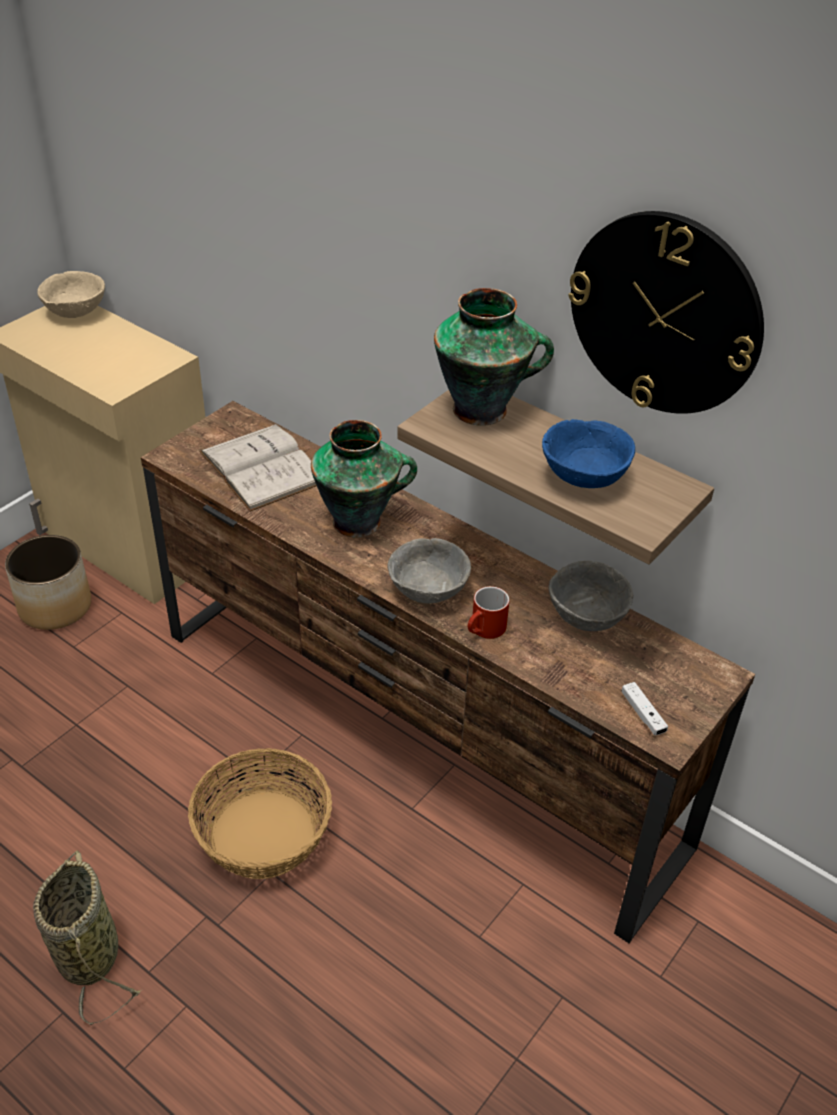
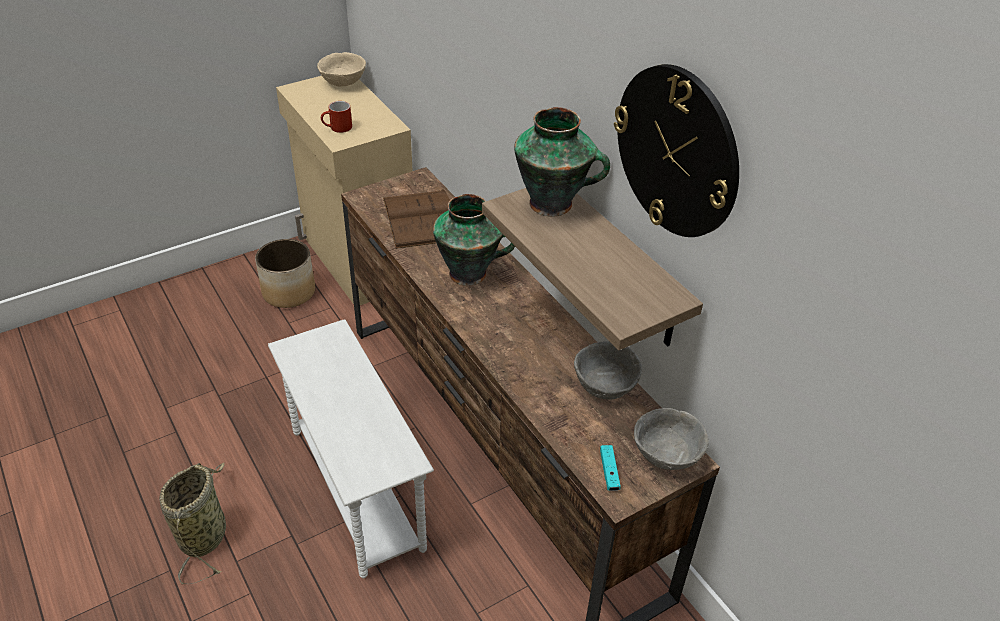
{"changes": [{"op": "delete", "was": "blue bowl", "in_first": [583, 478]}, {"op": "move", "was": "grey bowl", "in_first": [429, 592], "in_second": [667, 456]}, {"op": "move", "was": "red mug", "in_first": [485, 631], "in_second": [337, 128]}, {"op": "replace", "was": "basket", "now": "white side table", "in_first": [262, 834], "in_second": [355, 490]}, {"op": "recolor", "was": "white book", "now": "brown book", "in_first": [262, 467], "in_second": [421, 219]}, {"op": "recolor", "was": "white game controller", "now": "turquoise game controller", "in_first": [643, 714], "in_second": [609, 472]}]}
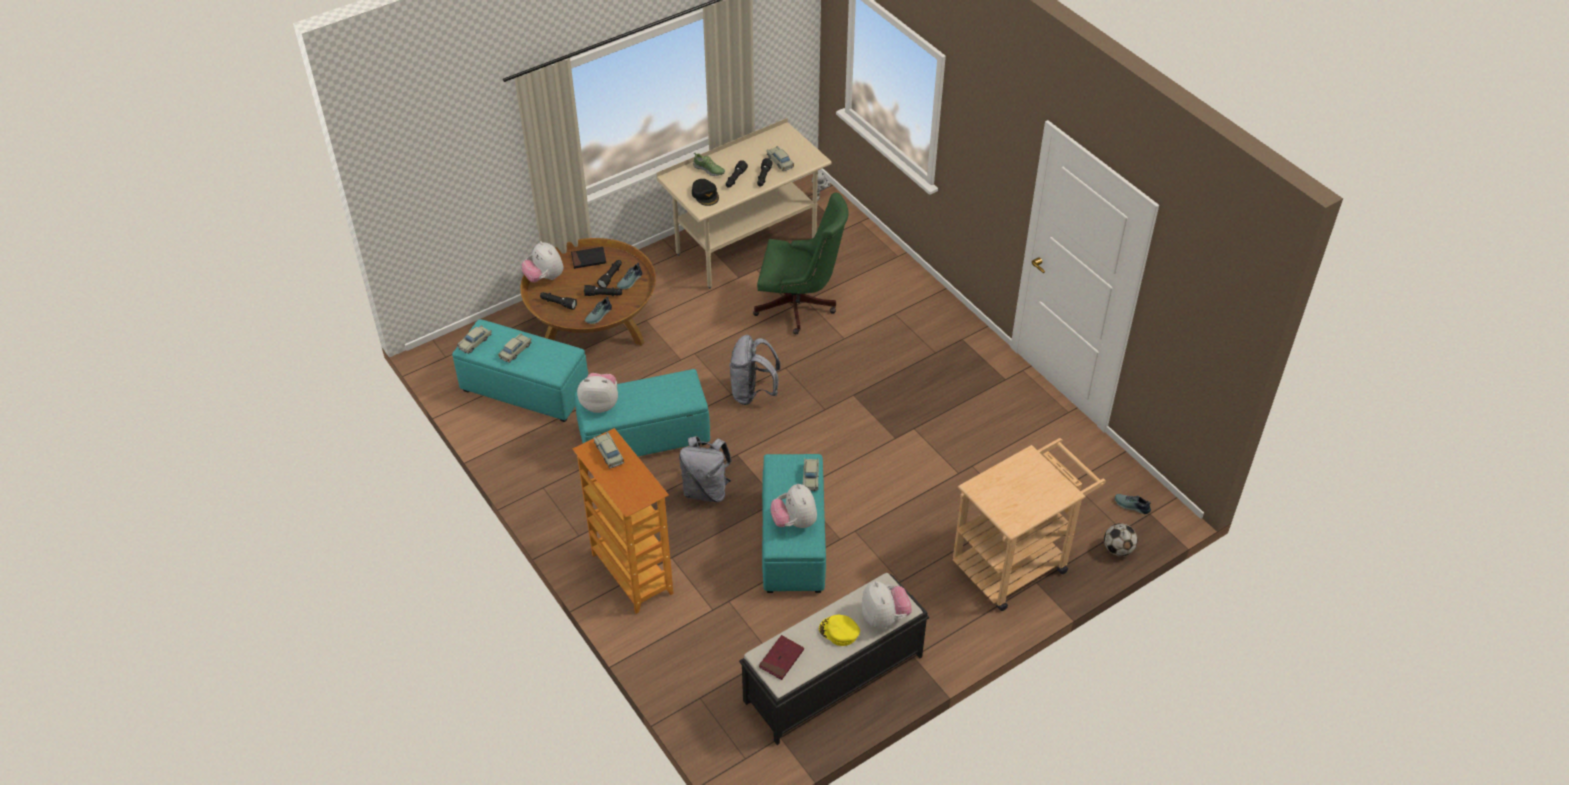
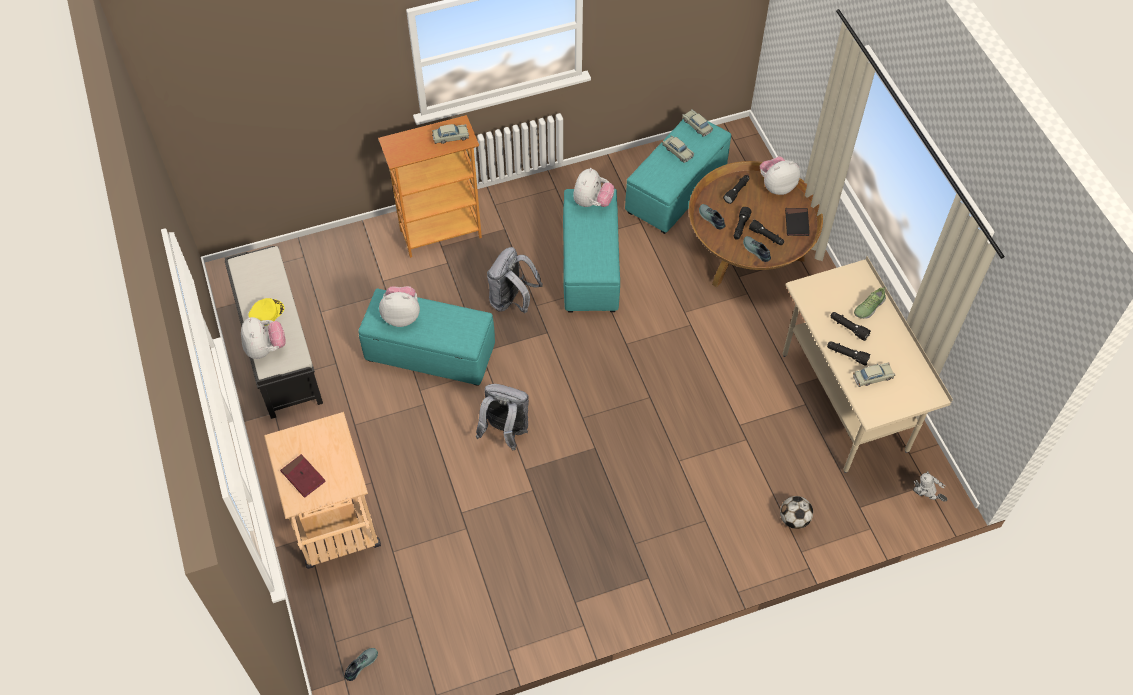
{"changes": [{"op": "delete", "was": "black cap", "in_first": [705, 195]}, {"op": "delete", "was": "green office chair", "in_first": [800, 307]}, {"op": "delete", "was": "beige toy car", "in_first": [810, 477]}, {"op": "move", "was": "grey backpack", "in_first": [753, 393], "in_second": [505, 431]}, {"op": "move", "was": "red book", "in_first": [781, 659], "in_second": [303, 477]}, {"op": "move", "was": "football", "in_first": [1118, 549], "in_second": [794, 519]}, {"op": "rotate", "was": "plush toy", "in_first": [884, 617], "in_second": [265, 348], "clockwise": -105}]}
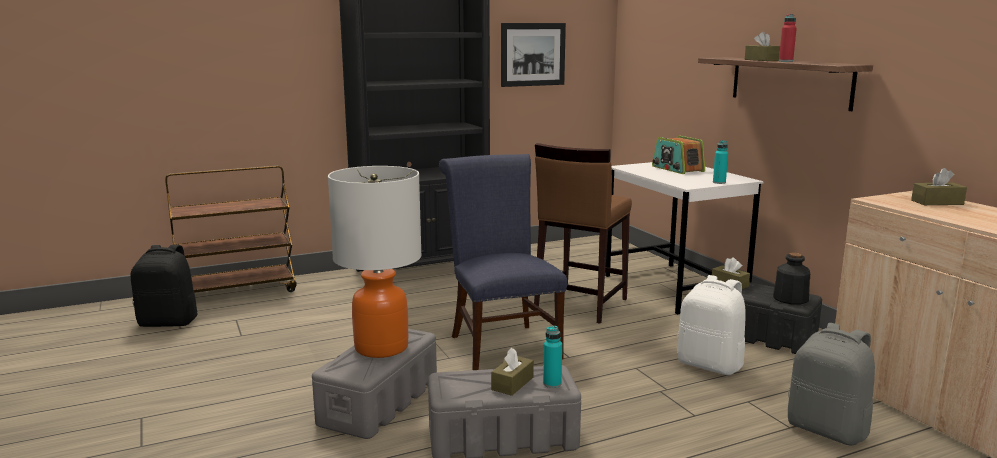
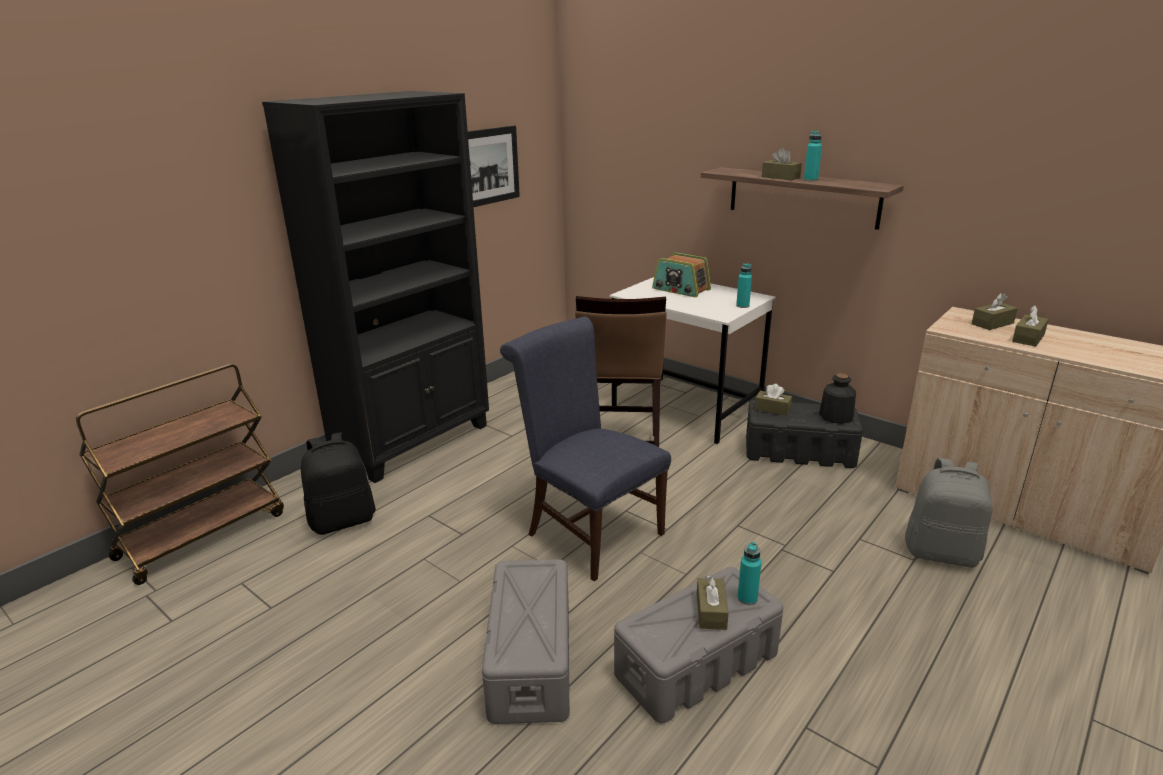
{"changes": [{"op": "delete", "was": "table lamp", "in_first": [381, 347]}, {"op": "delete", "was": "white backpack", "in_first": [710, 365]}, {"op": "insert", "now": "brown tissue box", "in_second": [1028, 338]}, {"op": "move", "was": "black backpack", "in_first": [169, 322], "in_second": [343, 520]}, {"op": "recolor", "was": "red bottle", "now": "turquoise bottle", "in_first": [785, 61], "in_second": [810, 180]}]}
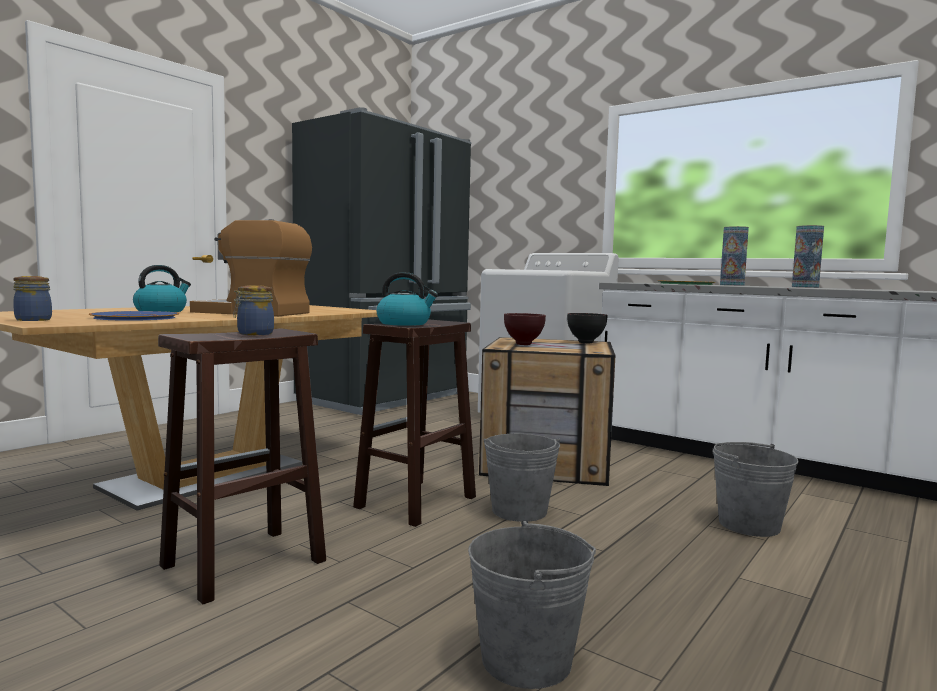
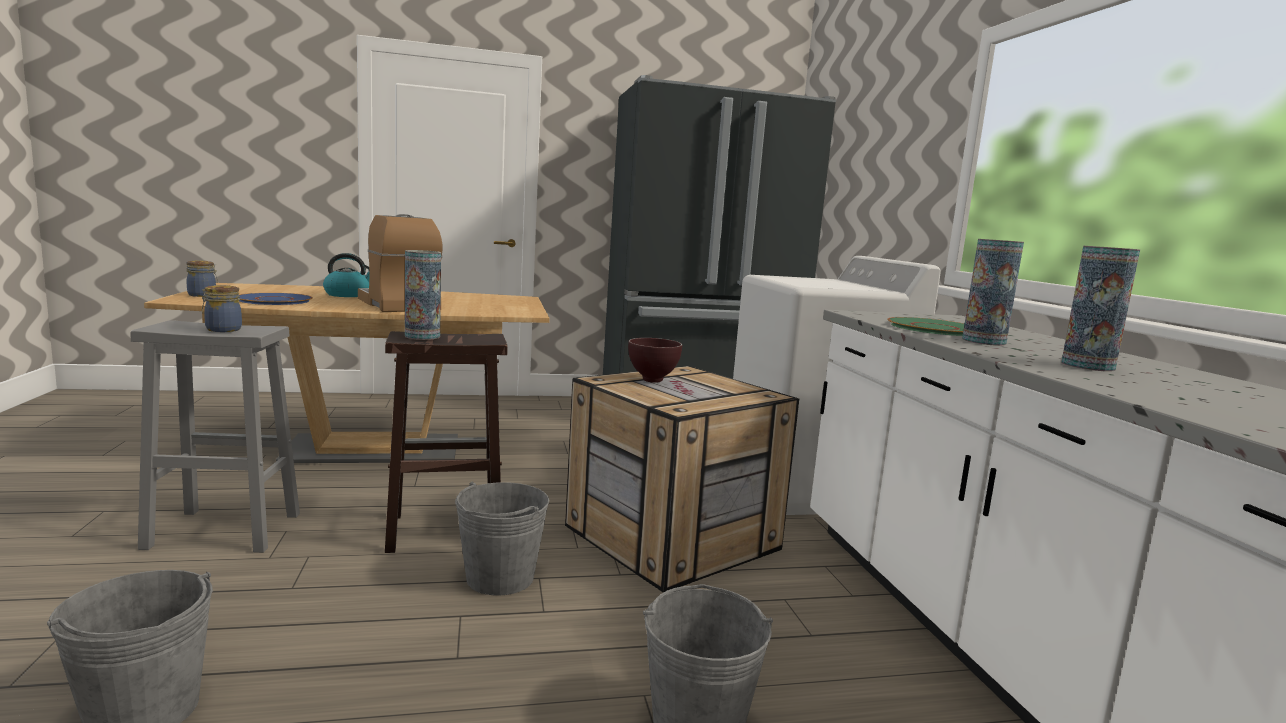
{"changes": [{"op": "delete", "was": "black bowl", "in_first": [585, 342]}, {"op": "replace", "was": "kettle", "now": "vase", "in_first": [404, 323], "in_second": [422, 336]}, {"op": "recolor", "was": "brown stool", "now": "grey stool", "in_first": [242, 564], "in_second": [221, 531]}]}
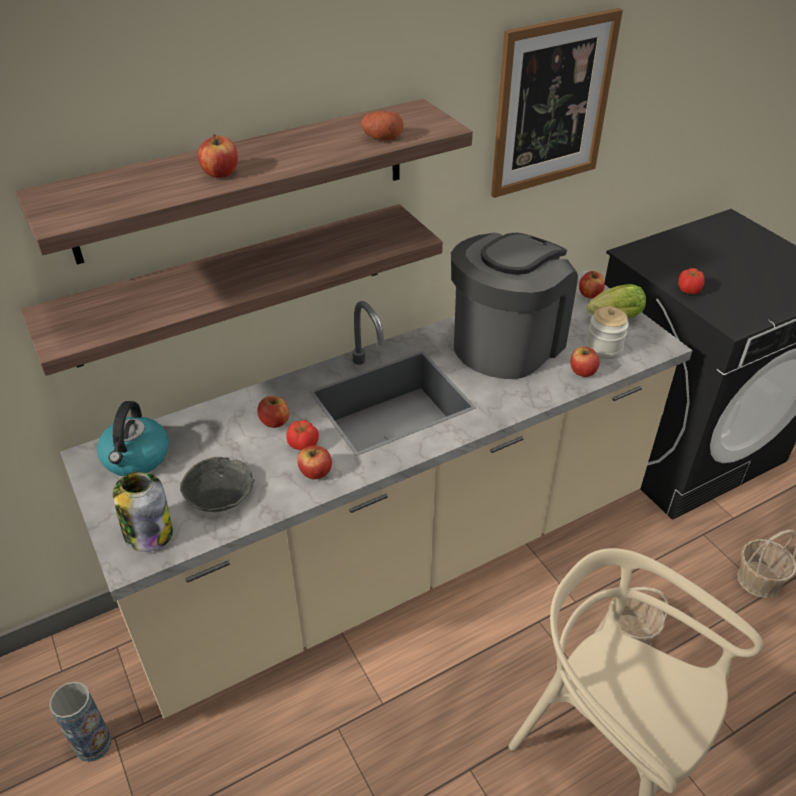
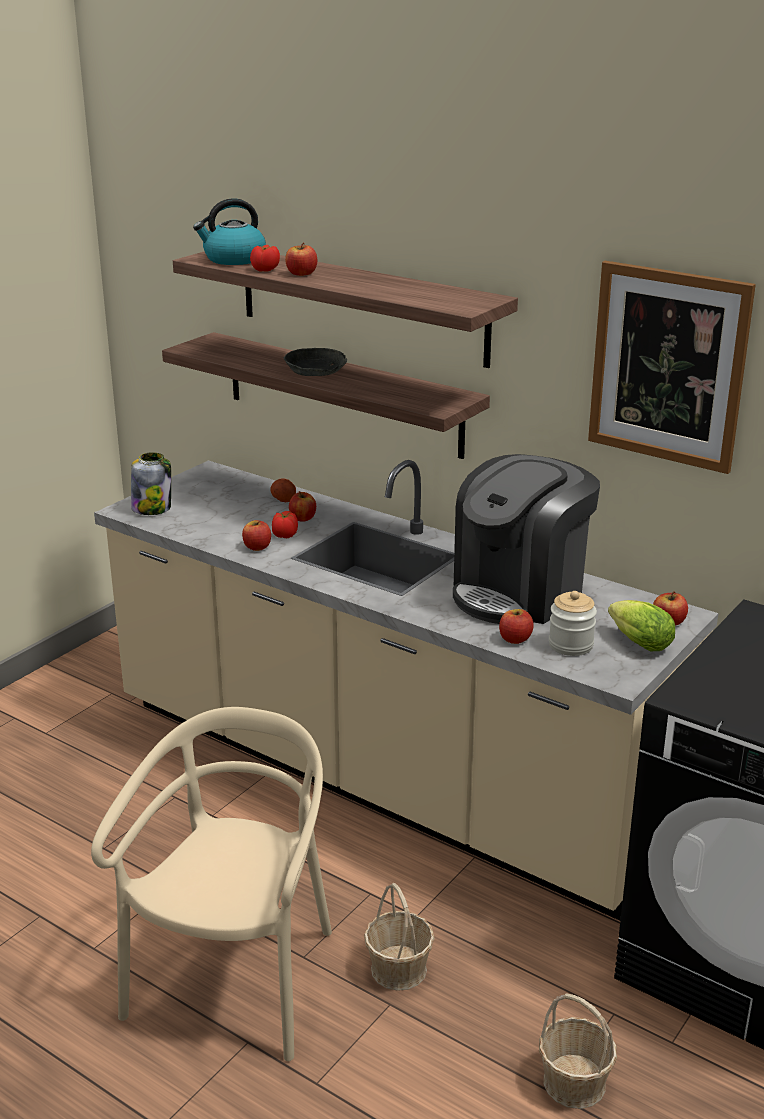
{"changes": [{"op": "delete", "was": "vase", "in_first": [93, 744]}, {"op": "move", "was": "kettle", "in_first": [136, 458], "in_second": [233, 259]}, {"op": "move", "was": "grey bowl", "in_first": [219, 492], "in_second": [316, 370]}, {"op": "move", "was": "potato", "in_first": [381, 138], "in_second": [283, 498]}, {"op": "move", "was": "tomato", "in_first": [688, 290], "in_second": [265, 270]}, {"op": "rotate", "was": "coffee machine", "in_first": [507, 343], "in_second": [520, 592], "clockwise": 120}]}
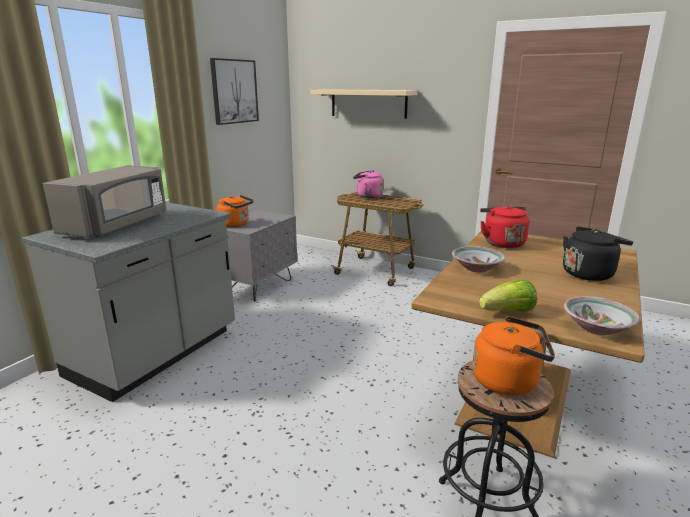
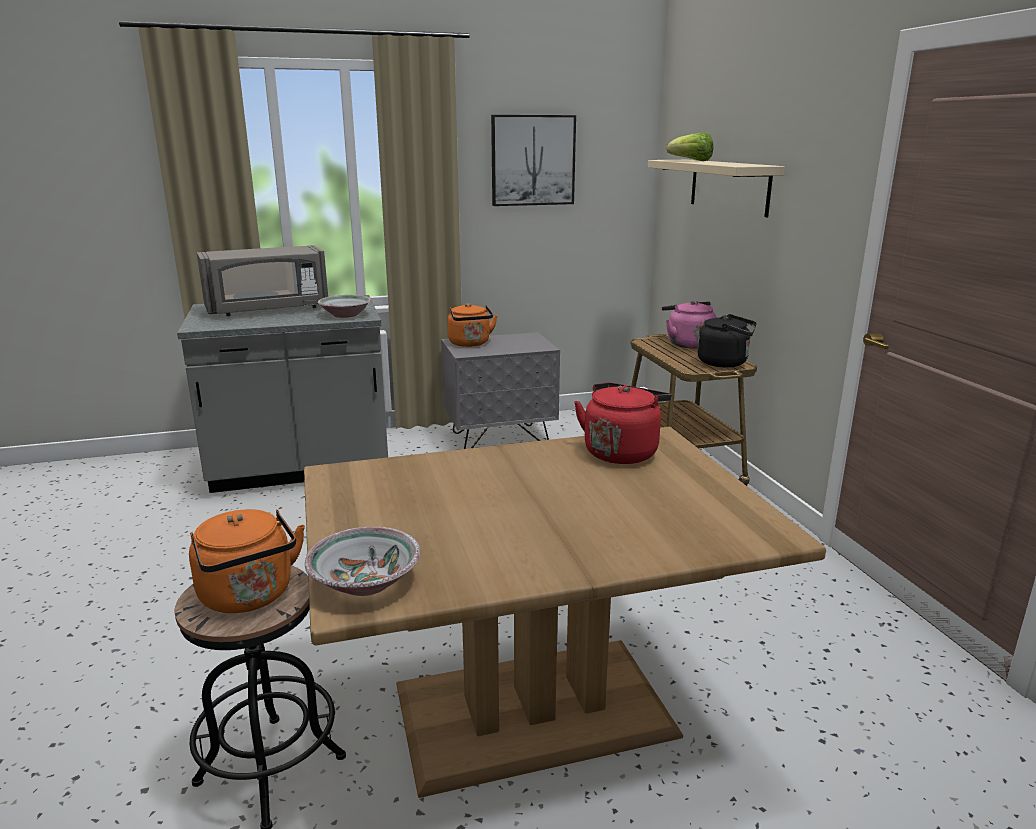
{"changes": [{"op": "move", "was": "bowl", "in_first": [476, 268], "in_second": [345, 315]}, {"op": "move", "was": "lettuce", "in_first": [508, 312], "in_second": [691, 161]}, {"op": "move", "was": "black kettle", "in_first": [589, 273], "in_second": [725, 363]}]}
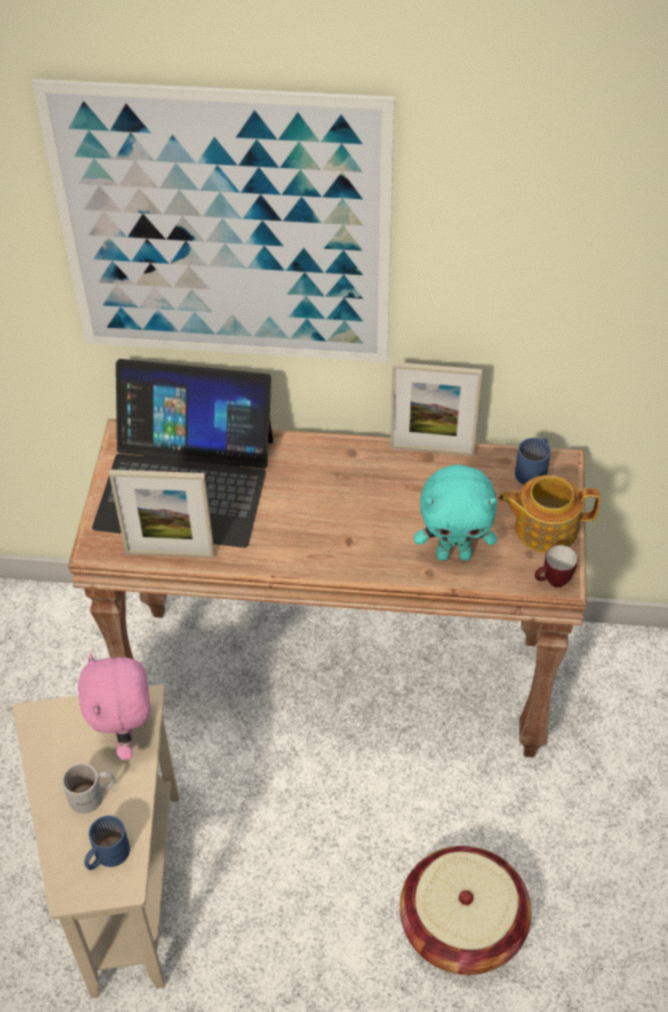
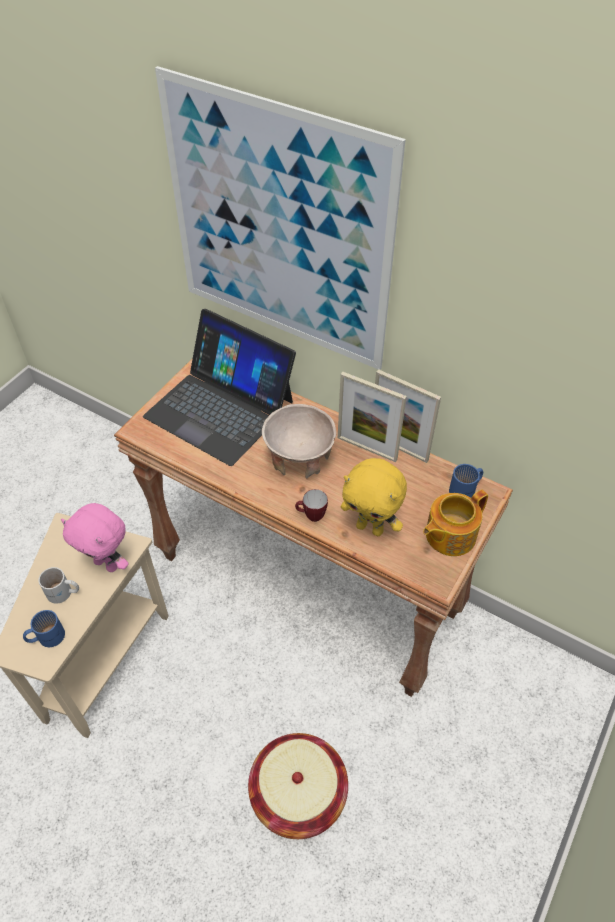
{"changes": [{"op": "insert", "now": "beige bowl", "in_second": [299, 458]}, {"op": "move", "was": "picture frame", "in_first": [170, 553], "in_second": [367, 448]}, {"op": "move", "was": "mug", "in_first": [552, 583], "in_second": [311, 516]}, {"op": "recolor", "was": "turquoise plush toy", "now": "yellow plush toy", "in_first": [454, 554], "in_second": [370, 528]}, {"op": "rotate", "was": "pink plush toy", "in_first": [126, 737], "in_second": [107, 564], "clockwise": -75}, {"op": "rotate", "was": "teapot", "in_first": [544, 528], "in_second": [449, 535], "clockwise": -60}]}
